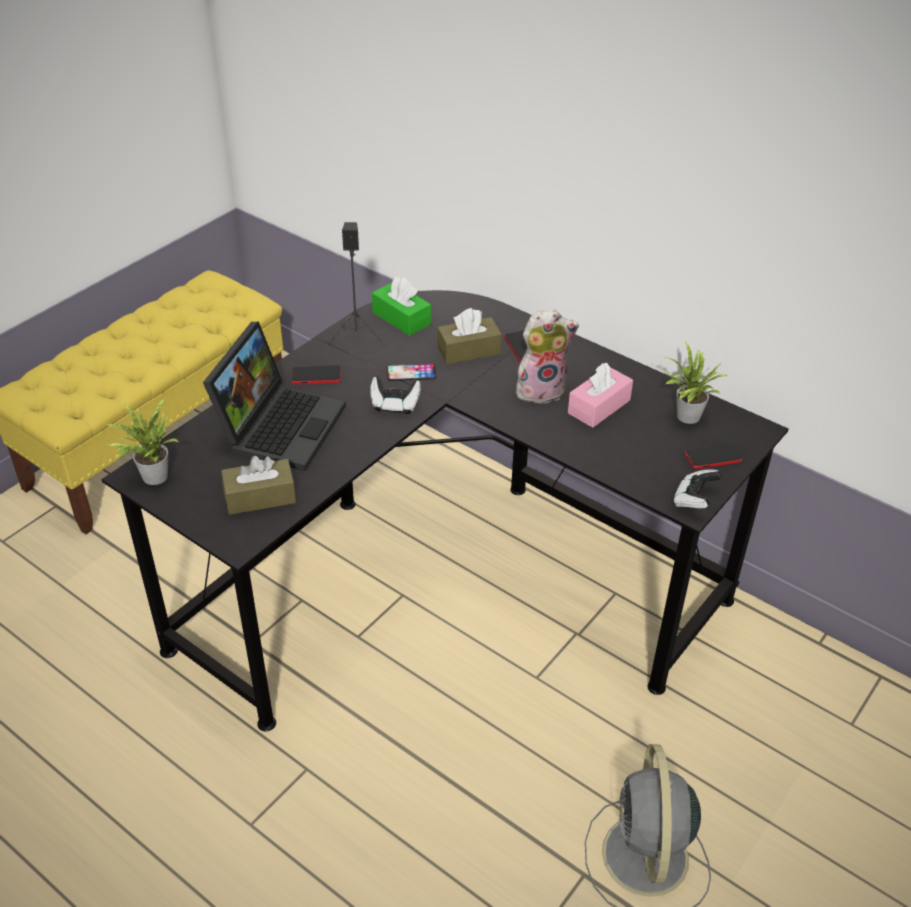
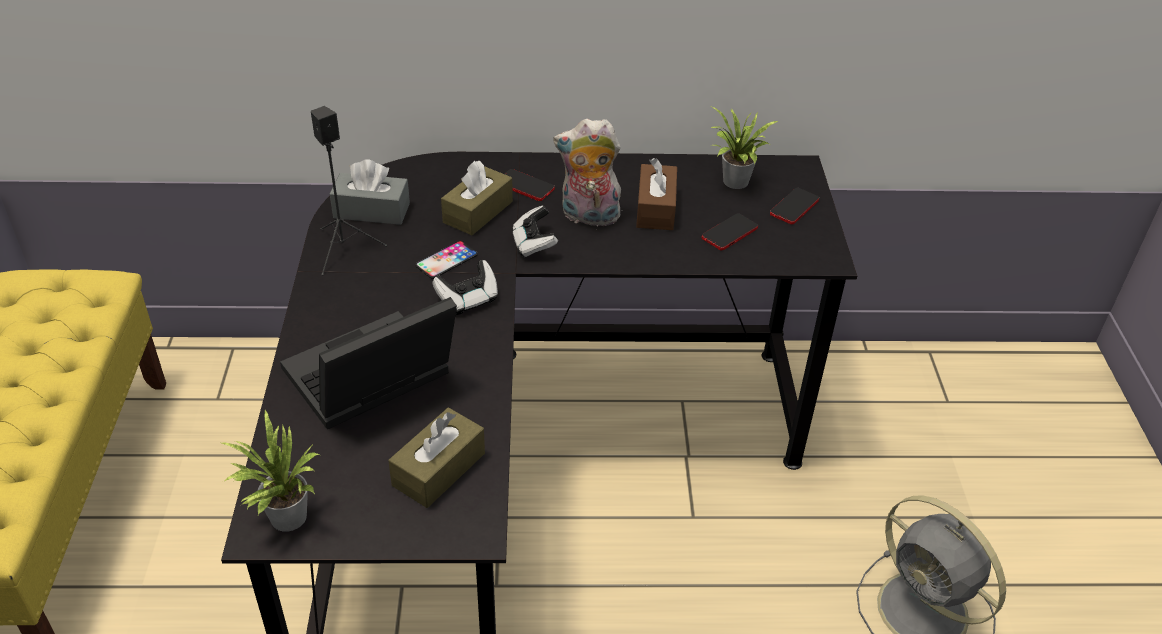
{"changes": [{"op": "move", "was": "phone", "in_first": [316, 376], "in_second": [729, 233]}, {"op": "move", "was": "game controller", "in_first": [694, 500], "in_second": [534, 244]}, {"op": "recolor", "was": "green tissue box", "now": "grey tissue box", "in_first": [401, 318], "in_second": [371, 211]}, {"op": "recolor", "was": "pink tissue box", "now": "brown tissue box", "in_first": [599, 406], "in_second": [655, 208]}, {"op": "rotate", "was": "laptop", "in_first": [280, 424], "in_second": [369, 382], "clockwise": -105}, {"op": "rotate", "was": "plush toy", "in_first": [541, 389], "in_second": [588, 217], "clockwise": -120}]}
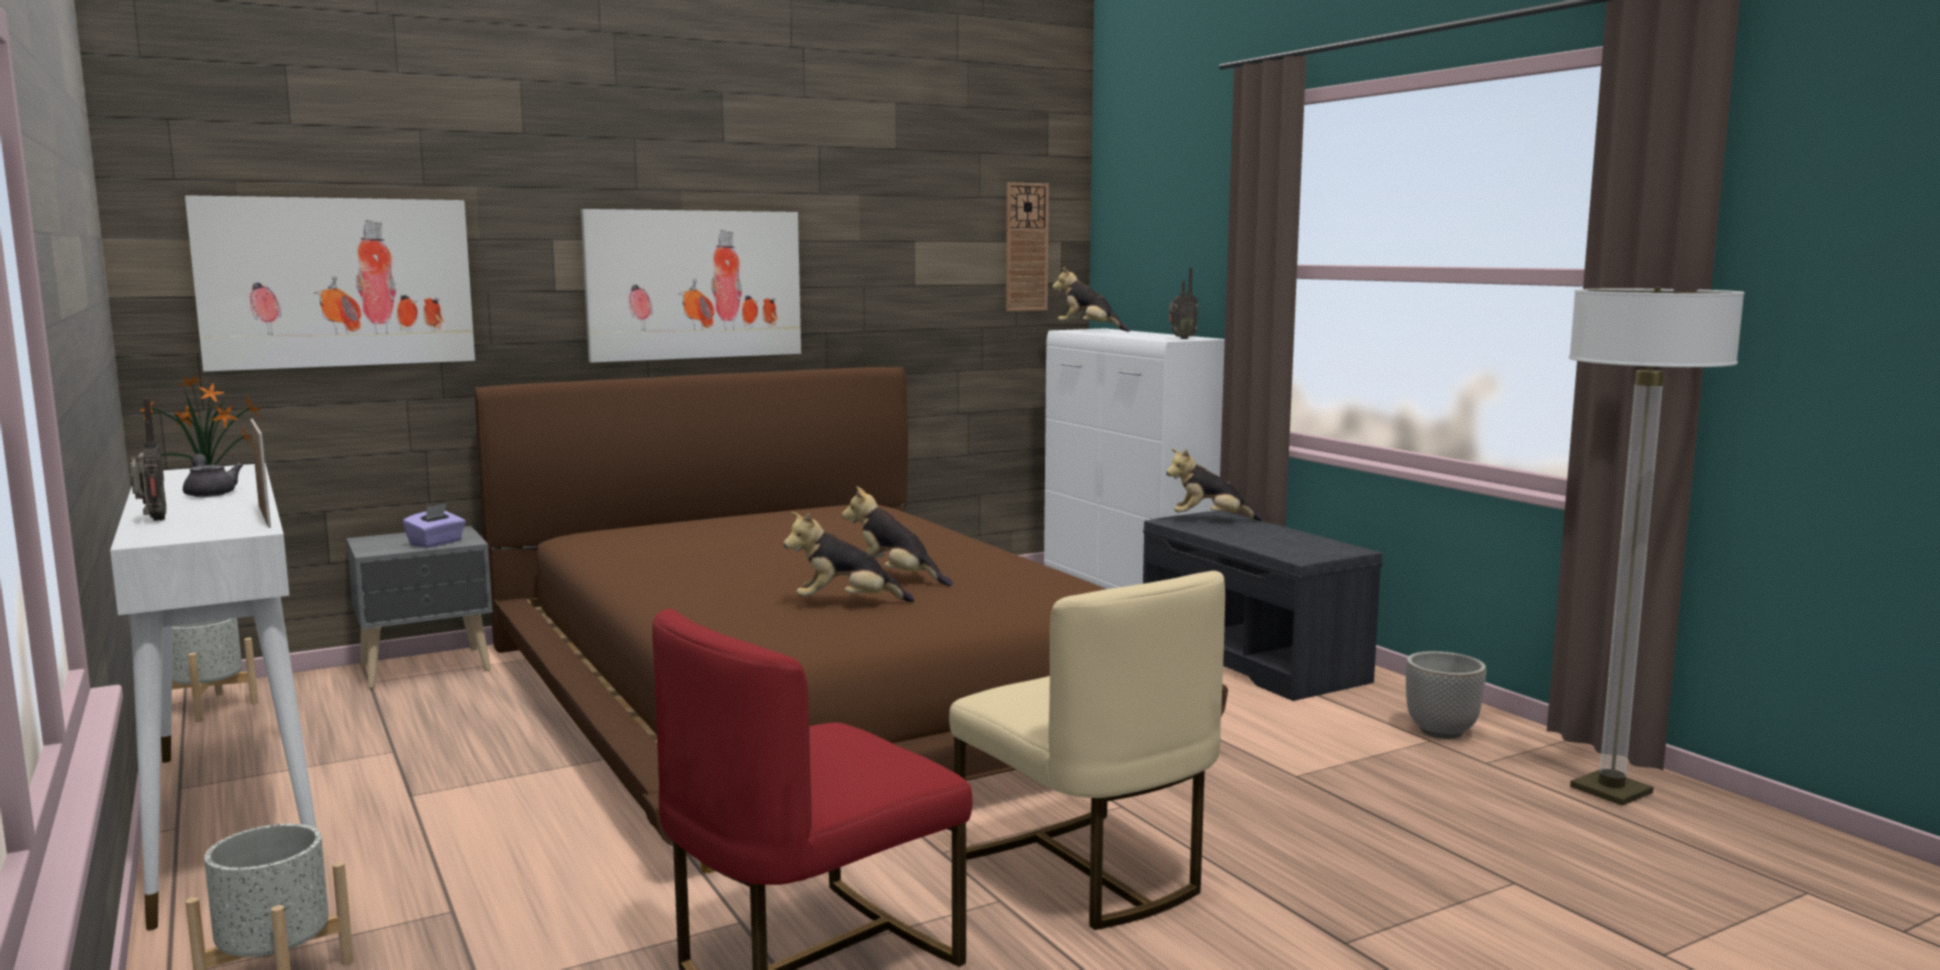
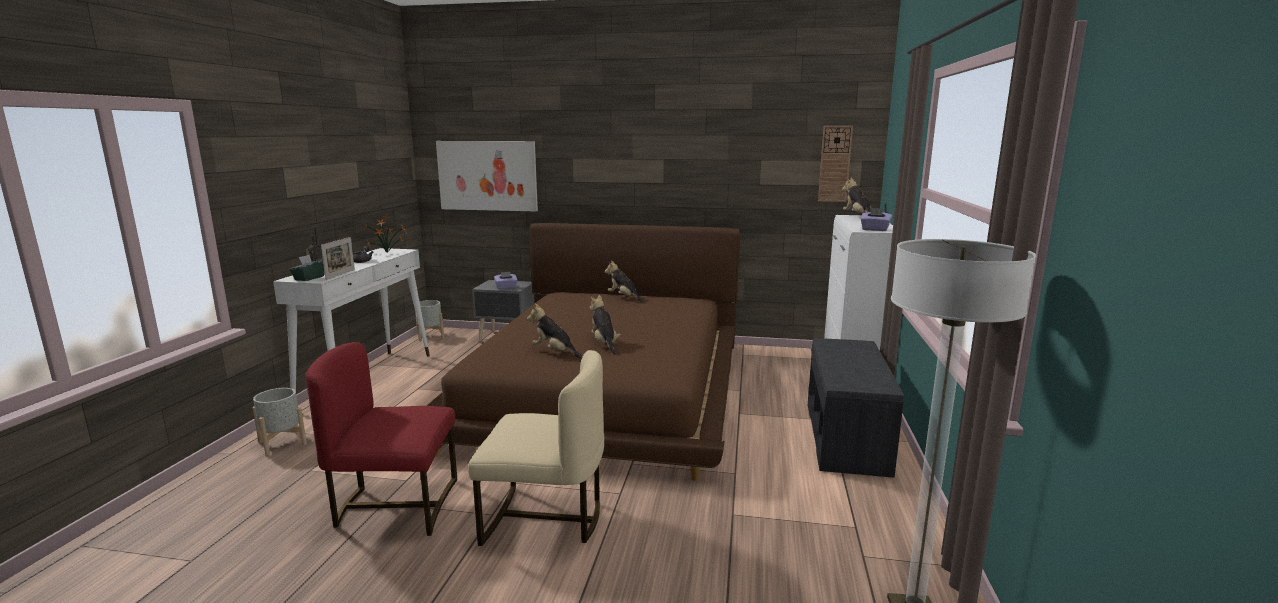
{"changes": [{"op": "delete", "was": "picture", "in_first": [694, 284]}, {"op": "delete", "was": "planter", "in_first": [1442, 732]}, {"op": "insert", "now": "green tissue box", "in_second": [309, 278]}, {"op": "move", "was": "plush toy", "in_first": [1209, 520], "in_second": [623, 297]}, {"op": "replace", "was": "radio", "now": "purple tissue box", "in_first": [1181, 338], "in_second": [874, 229]}, {"op": "rotate", "was": "beige chair", "in_first": [1086, 872], "in_second": [544, 518], "clockwise": -90}]}
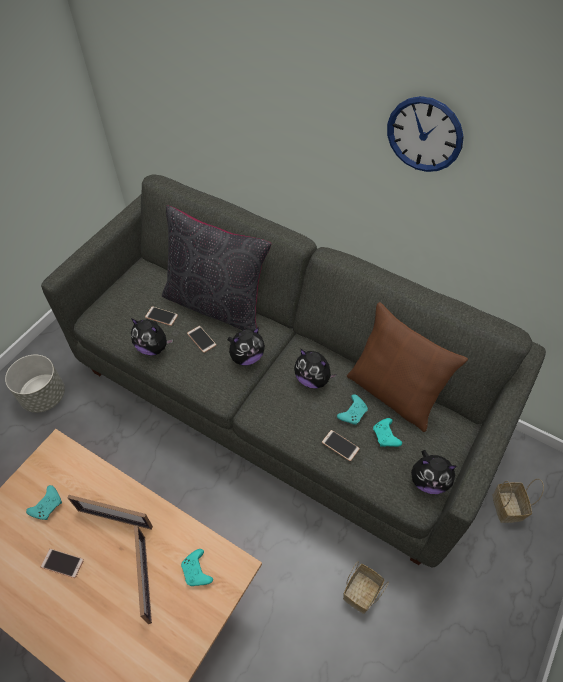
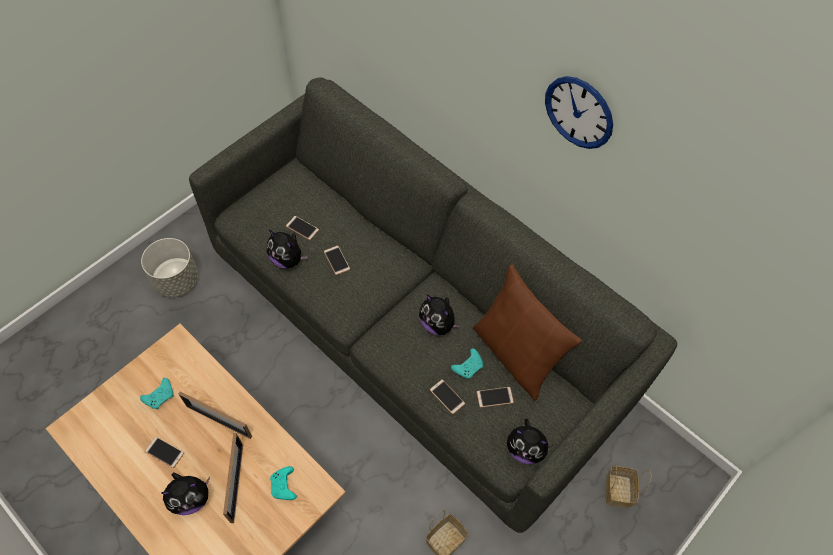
{"changes": [{"op": "delete", "was": "black pillow", "in_first": [216, 304]}, {"op": "move", "was": "plush toy", "in_first": [246, 357], "in_second": [191, 498]}, {"op": "replace", "was": "turquoise game controller", "now": "phone", "in_first": [386, 436], "in_second": [494, 397]}]}
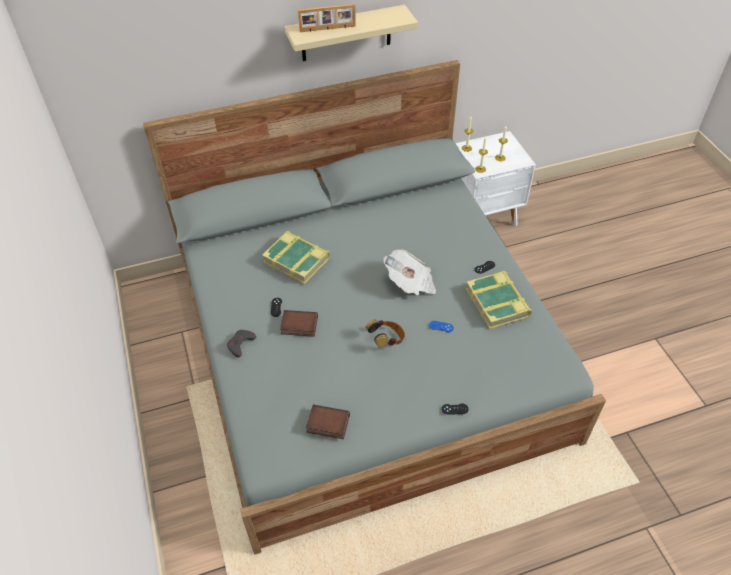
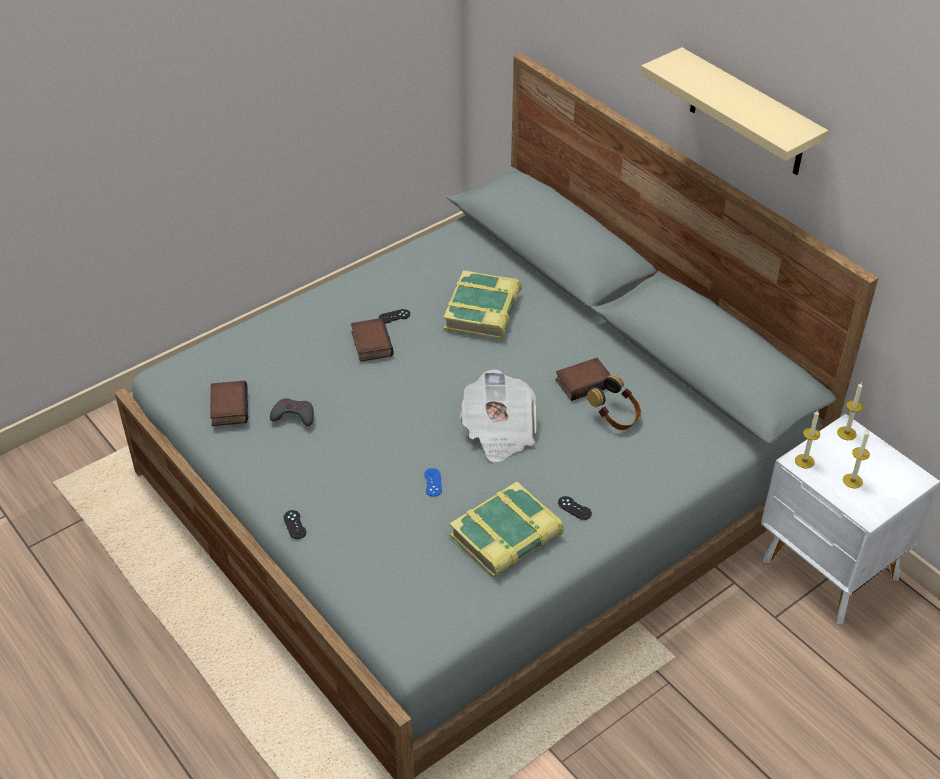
{"changes": [{"op": "delete", "was": "picture frame", "in_first": [327, 29]}, {"op": "insert", "now": "book", "in_second": [584, 382]}, {"op": "move", "was": "grey game controller", "in_first": [240, 344], "in_second": [293, 415]}, {"op": "move", "was": "headphones", "in_first": [387, 340], "in_second": [615, 417]}]}
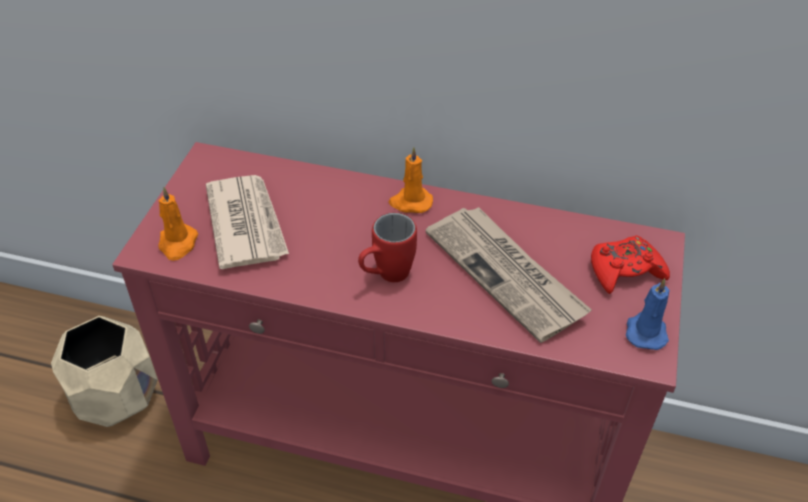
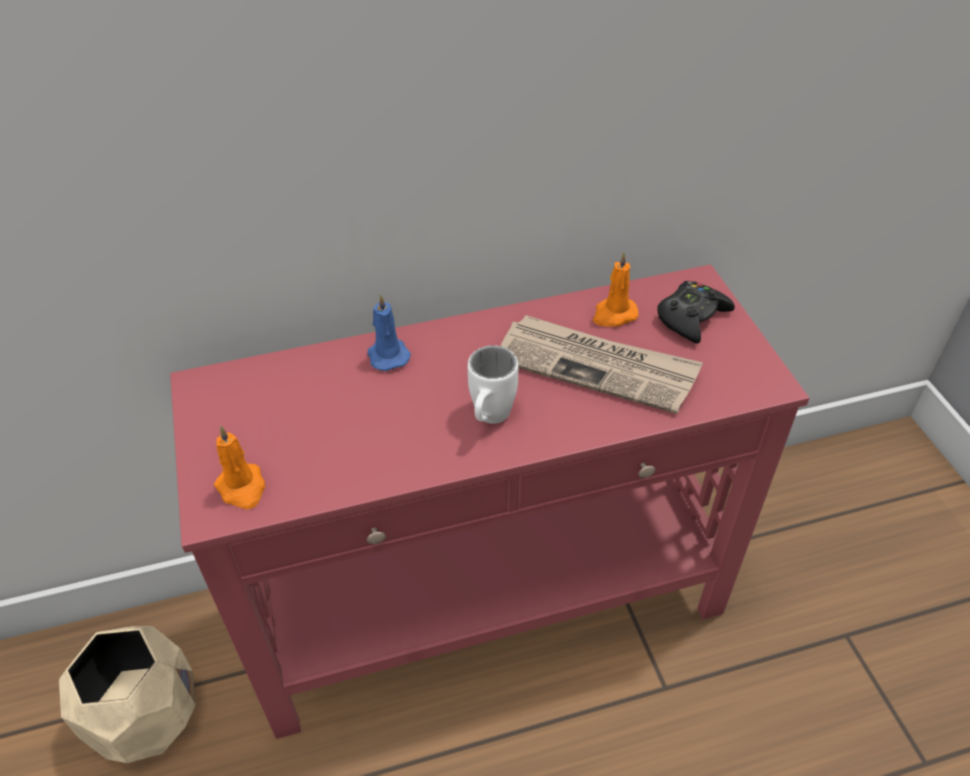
{"changes": [{"op": "delete", "was": "newspaper", "in_first": [246, 223]}, {"op": "move", "was": "orange candle", "in_first": [410, 202], "in_second": [614, 315]}, {"op": "move", "was": "blue candle", "in_first": [645, 331], "in_second": [387, 355]}, {"op": "recolor", "was": "red mug", "now": "white mug", "in_first": [386, 276], "in_second": [489, 420]}, {"op": "recolor", "was": "red game controller", "now": "black game controller", "in_first": [625, 270], "in_second": [691, 317]}]}
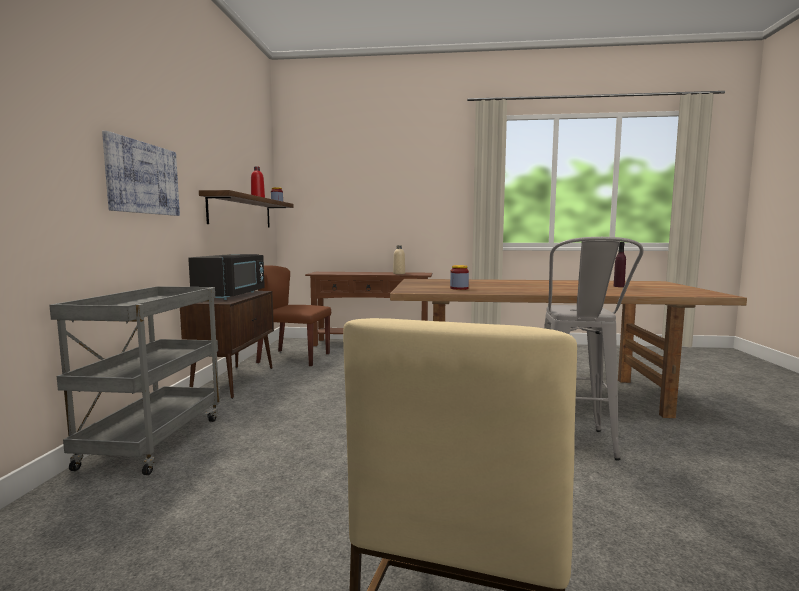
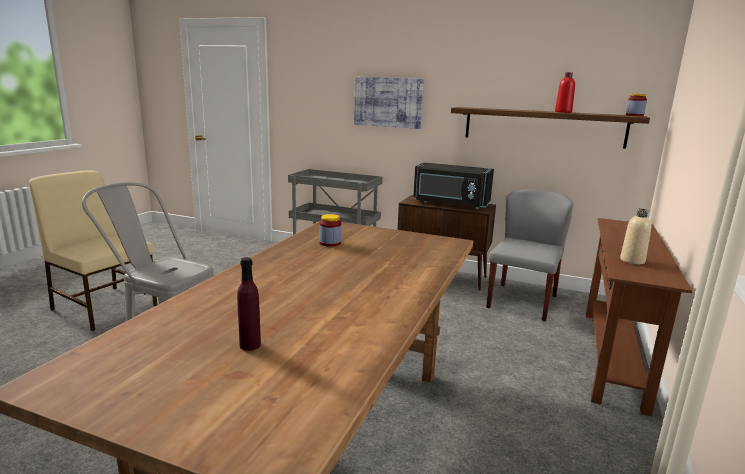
{"changes": [{"op": "recolor", "was": "brown chair", "now": "grey chair", "in_first": [293, 358], "in_second": [522, 301]}]}
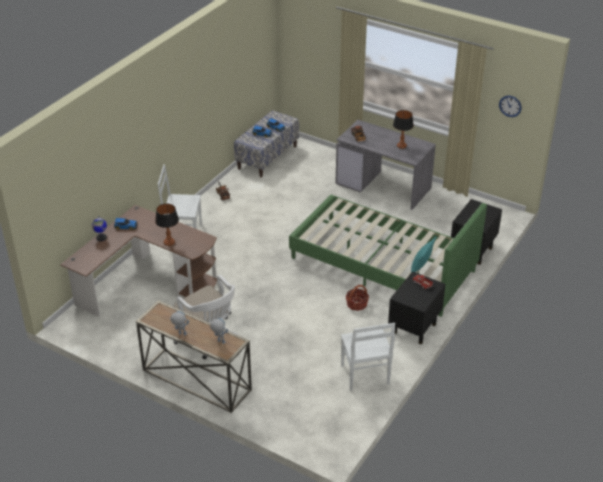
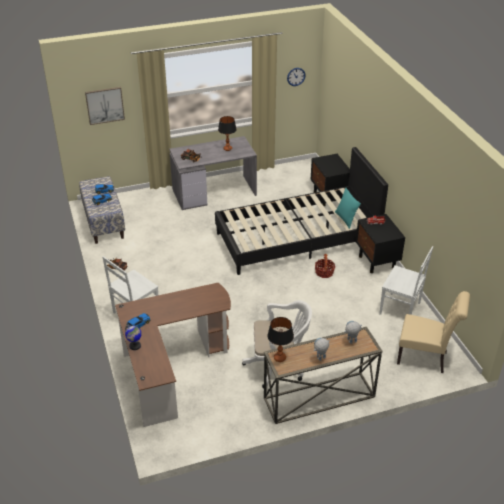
{"changes": [{"op": "insert", "now": "picture", "in_second": [105, 105]}, {"op": "insert", "now": "beige chair", "in_second": [425, 358]}, {"op": "move", "was": "table lamp", "in_first": [169, 243], "in_second": [279, 358]}, {"op": "recolor", "was": "green bed", "now": "black bed", "in_first": [382, 265], "in_second": [297, 239]}]}
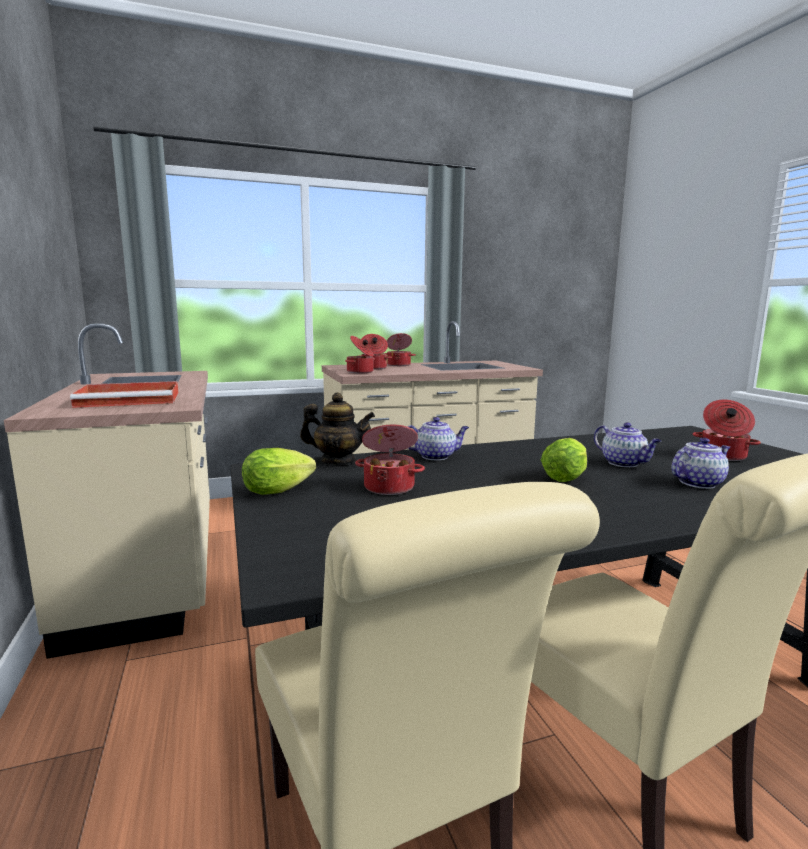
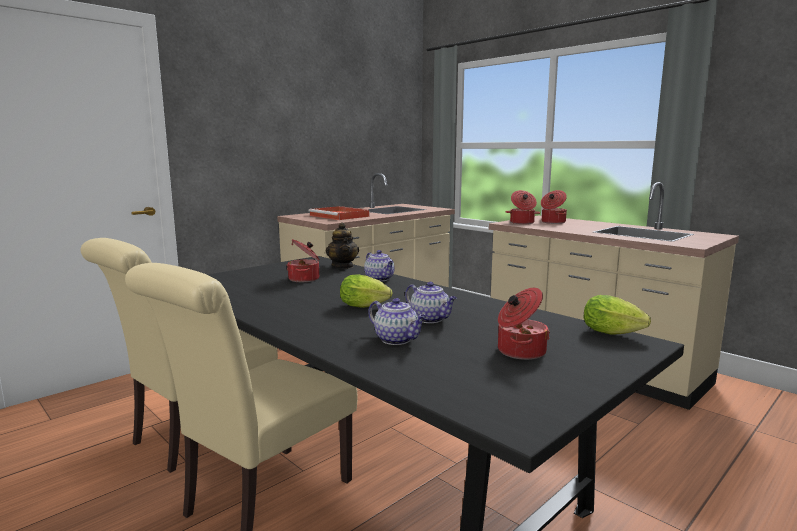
{"changes": [{"op": "delete", "was": "cooking pot", "in_first": [399, 365]}, {"op": "move", "was": "lettuce", "in_first": [281, 490], "in_second": [615, 334]}, {"op": "rotate", "was": "teapot", "in_first": [624, 463], "in_second": [430, 319], "clockwise": -75}]}
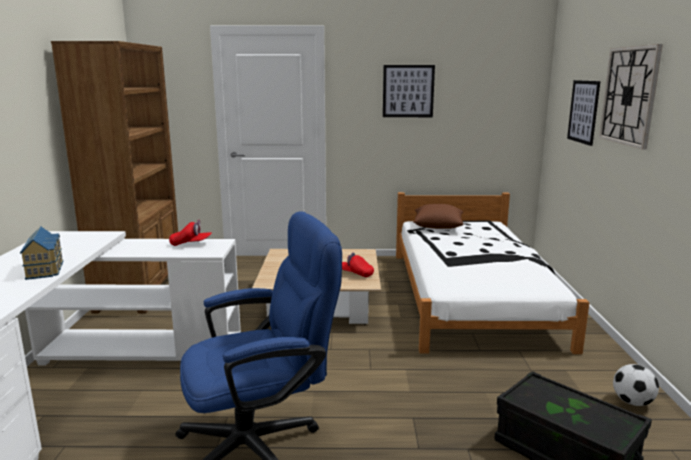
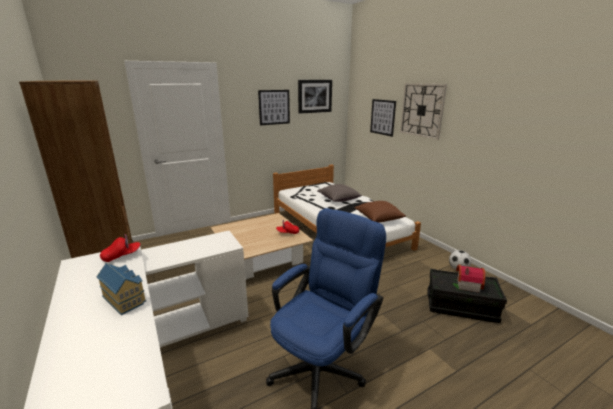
{"changes": [{"op": "insert", "now": "picture", "in_second": [314, 96]}, {"op": "insert", "now": "grey pillow", "in_second": [339, 199]}, {"op": "insert", "now": "toy house", "in_second": [467, 284]}, {"op": "move", "was": "red cap", "in_first": [191, 244], "in_second": [122, 256]}, {"op": "move", "was": "brown pillow", "in_first": [437, 227], "in_second": [378, 219]}]}
